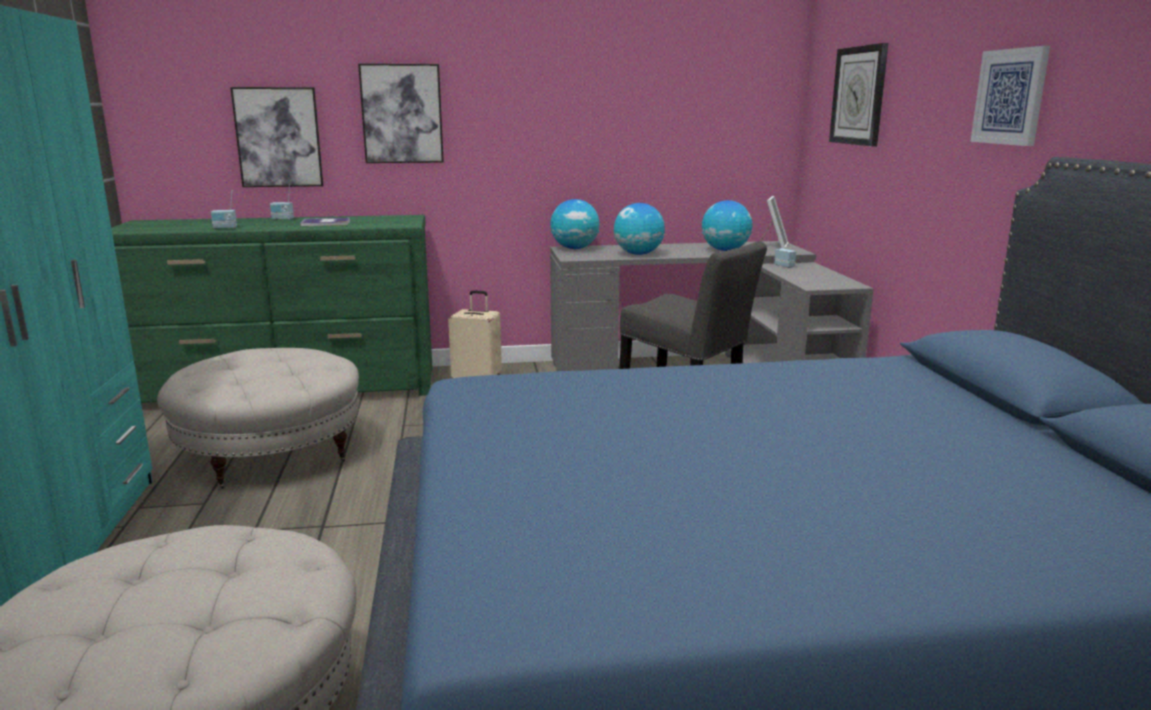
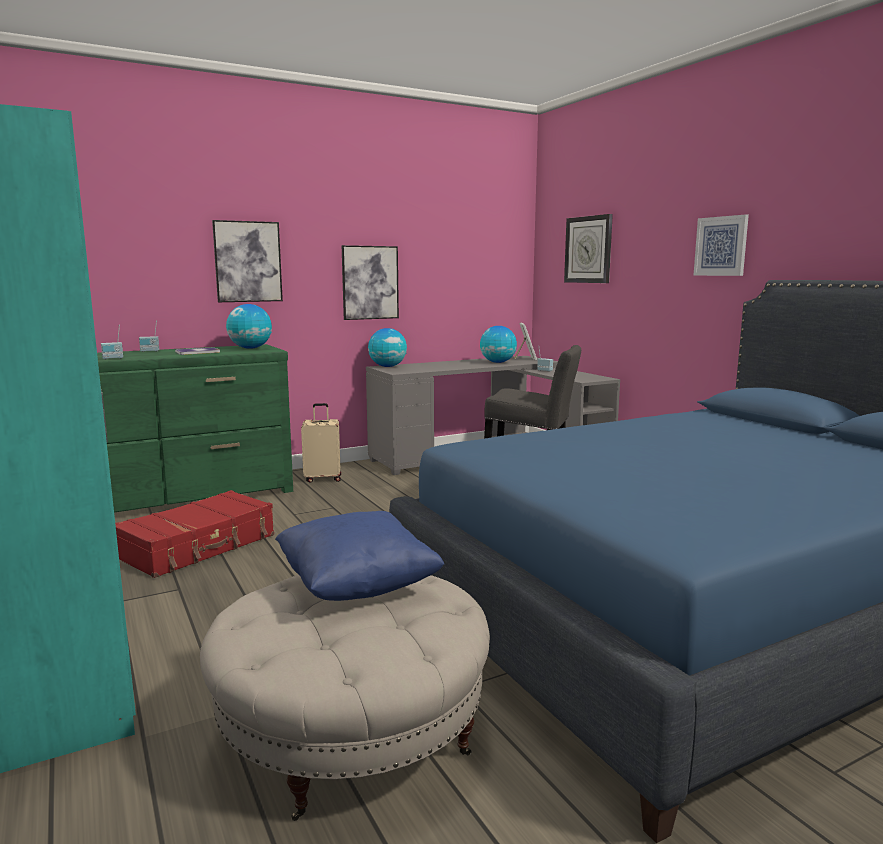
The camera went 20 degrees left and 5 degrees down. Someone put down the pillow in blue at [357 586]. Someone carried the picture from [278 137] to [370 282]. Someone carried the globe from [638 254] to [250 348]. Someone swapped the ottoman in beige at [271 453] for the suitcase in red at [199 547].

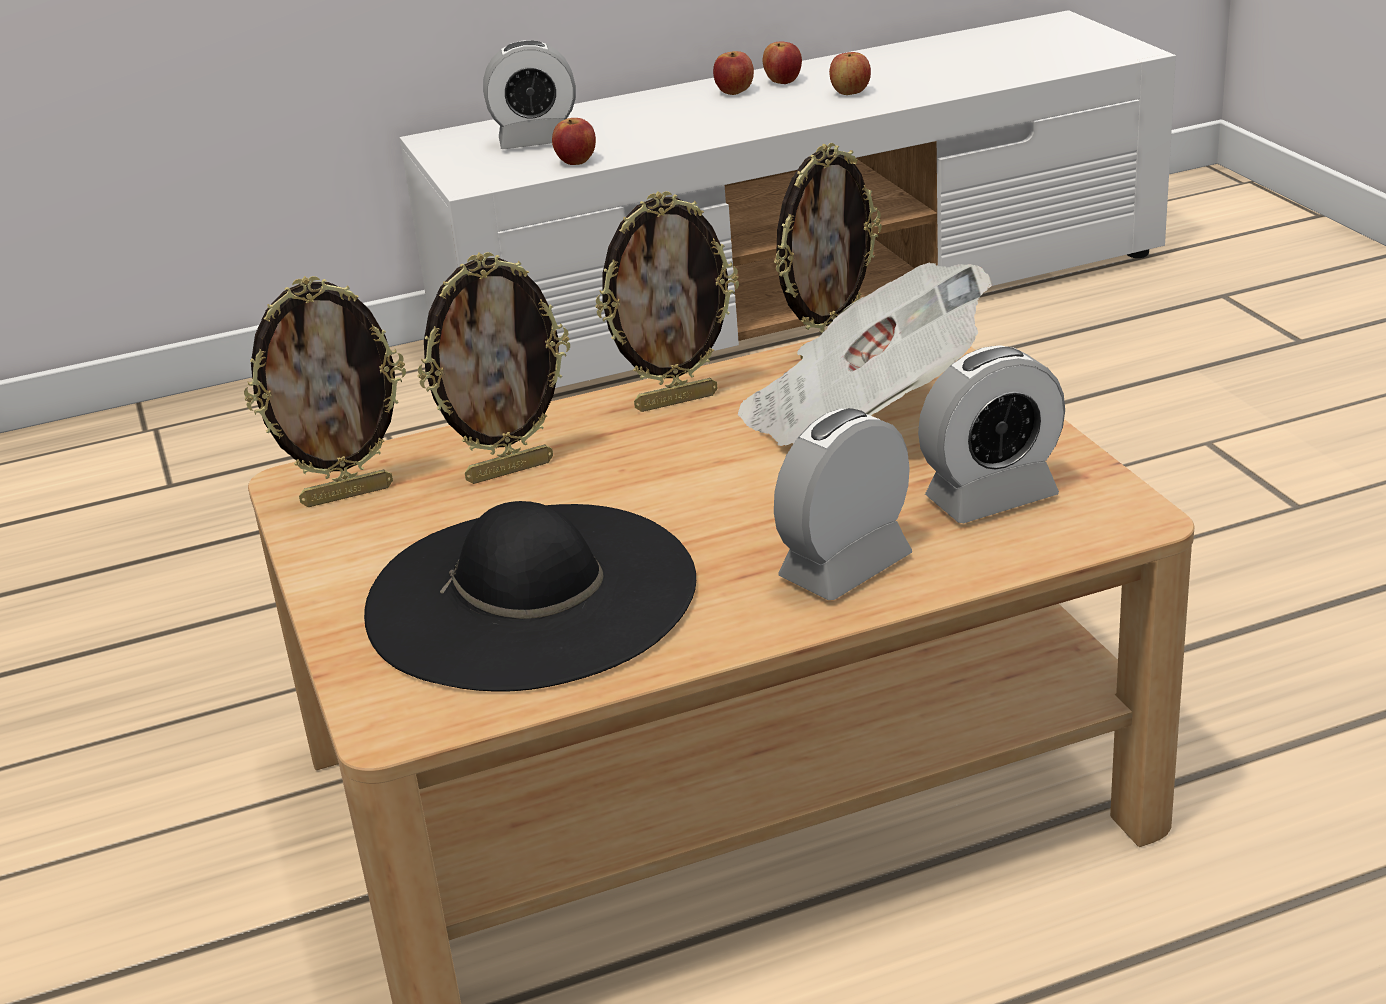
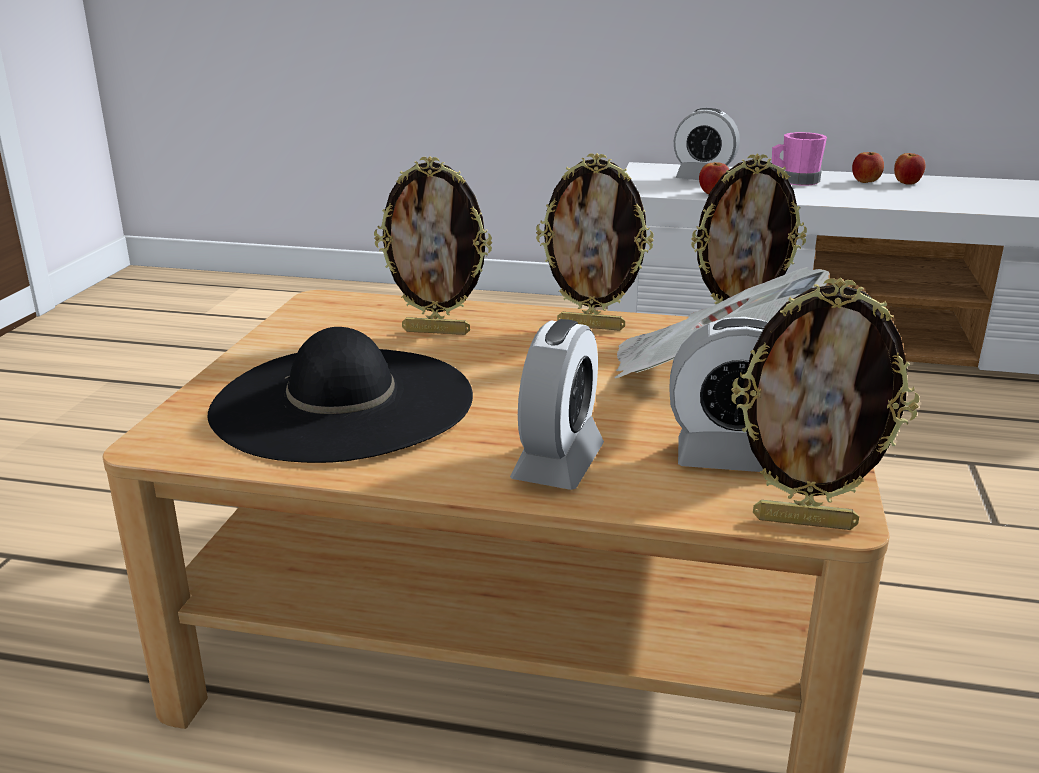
The camera went 30 degrees right and 5 degrees down. Someone took away the apple at [850 93]. Someone put down the mug in pink at [794 181]. Someone carried the picture frame from [347 494] to [804 521]. Someone rotated the alarm clock at [845 567] by 120 degrees clockwise.

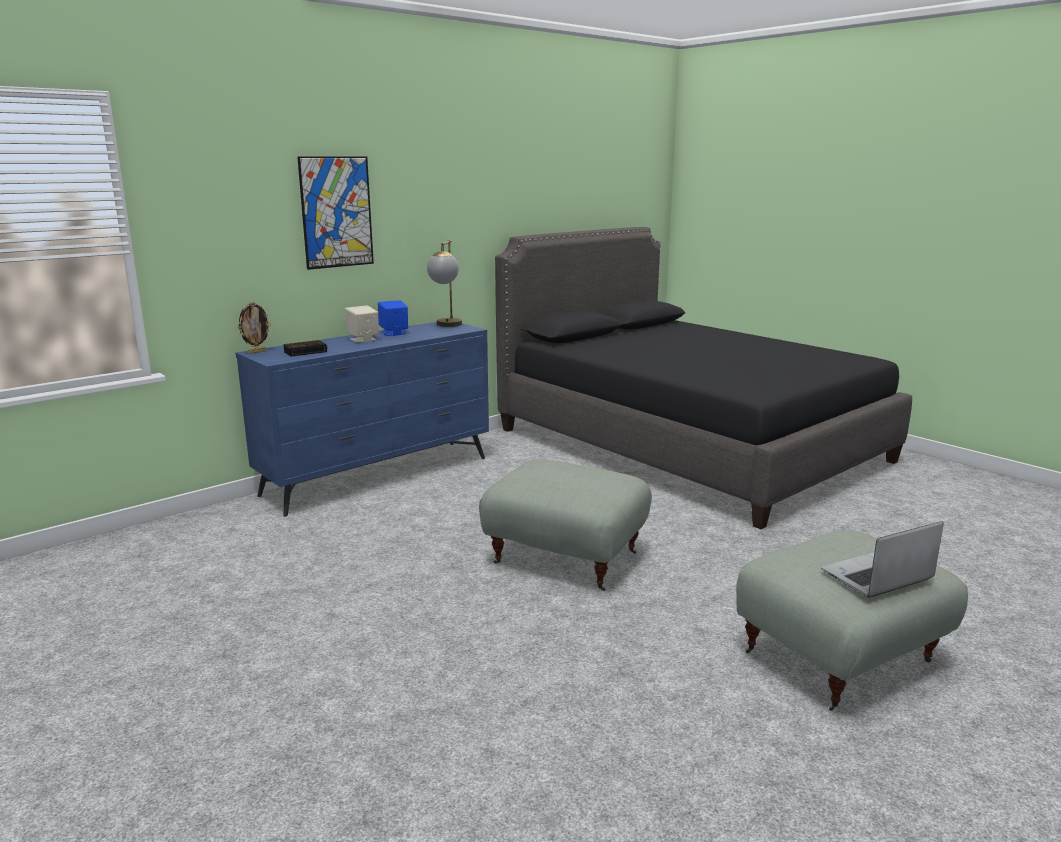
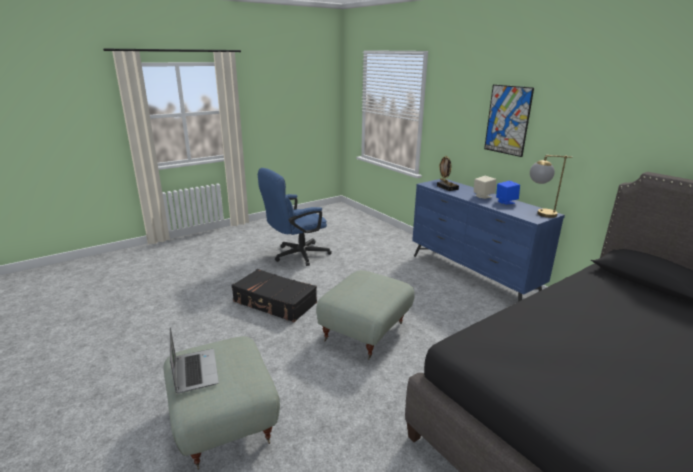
The camera went 95 degrees right and 5 degrees up. Someone put down the suitcase in black at [274 303]. Someone put down the office chair in blue at [296 255].

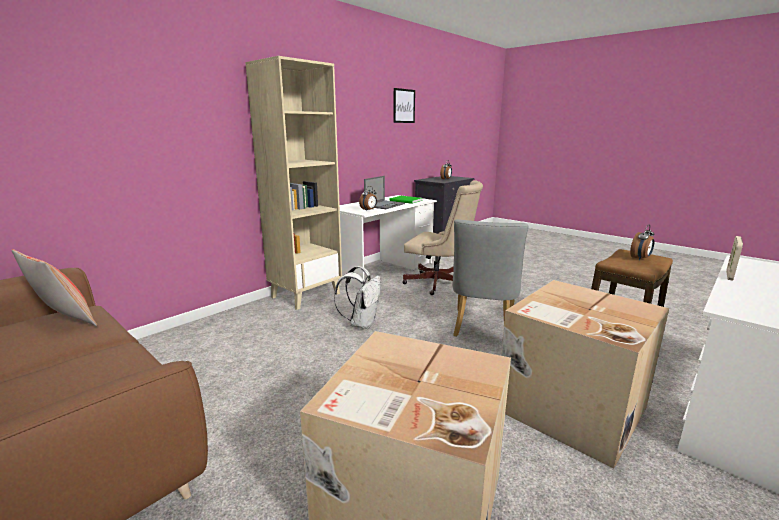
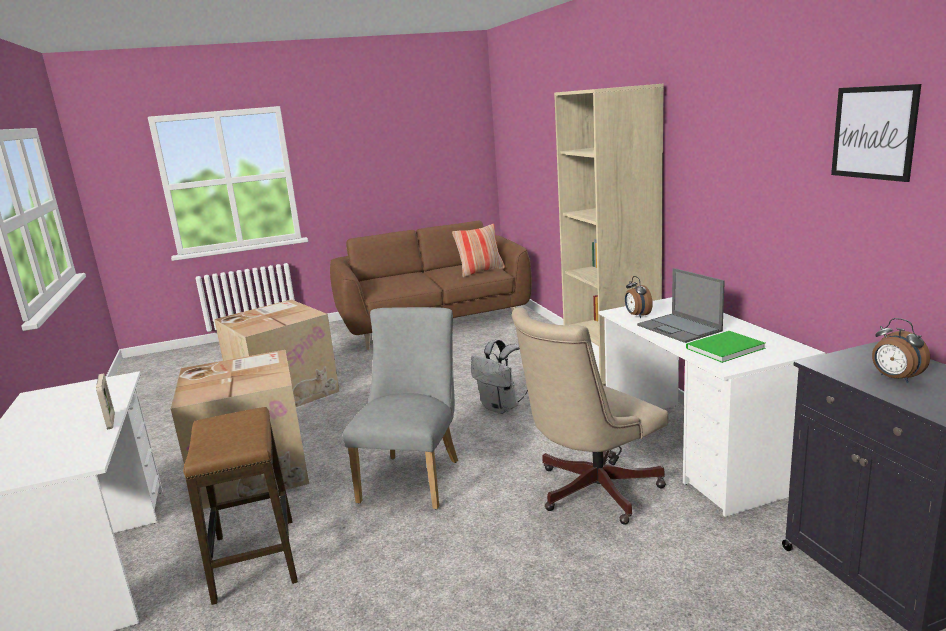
The camera went 120 degrees right and 0 degrees up. Someone took away the alarm clock at [640 258]. Someone rotated the chair in grey at [482 328] by 60 degrees clockwise.

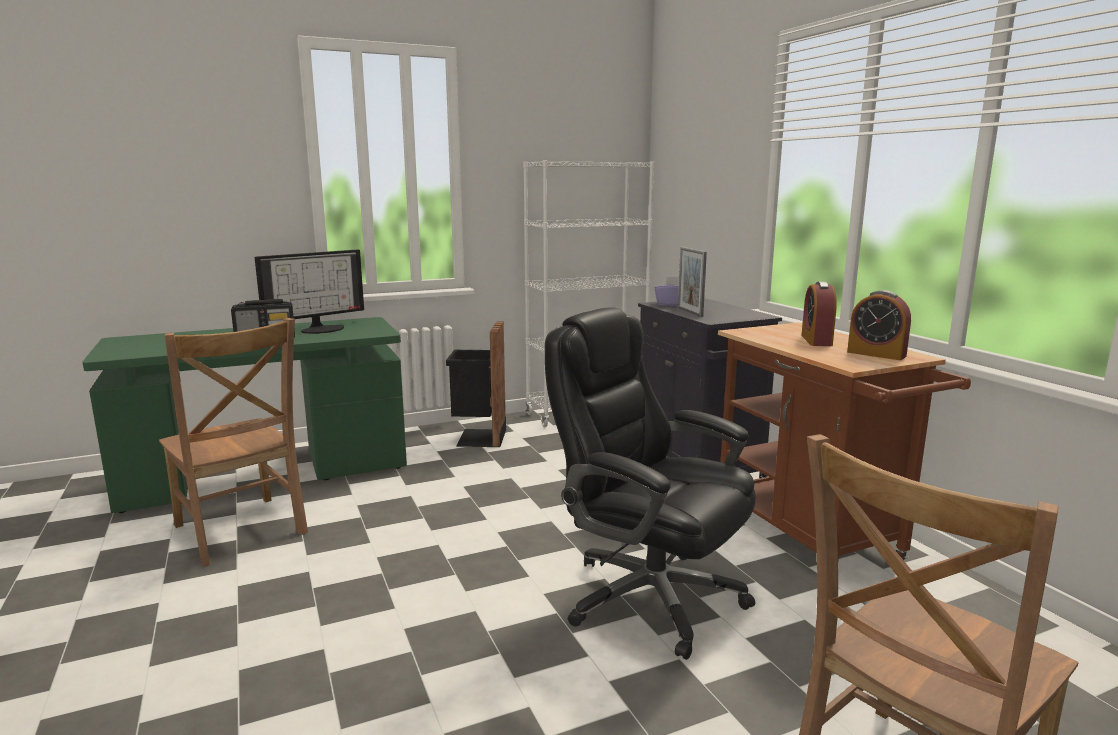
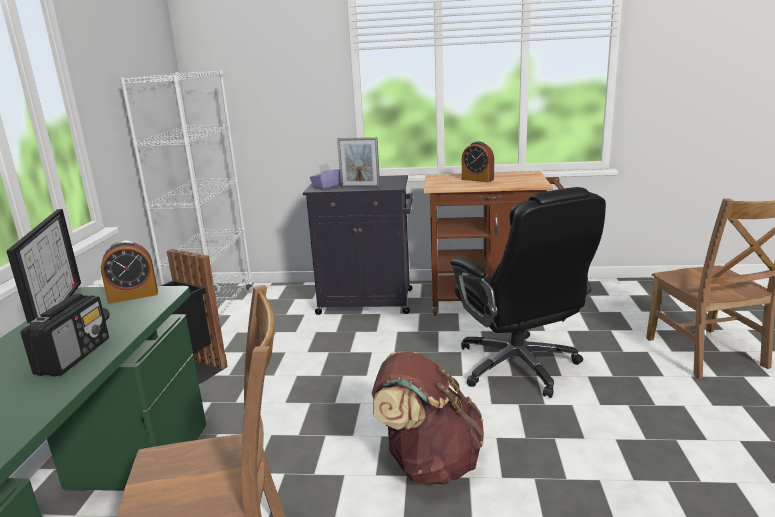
The camera went 60 degrees left and 5 degrees up. Someone put down the backpack in brown at [428 462]. Someone carried the alarm clock from [876 354] to [133 295]. Someone rotated the office chair in black at [649 596] by 90 degrees counterclockwise.

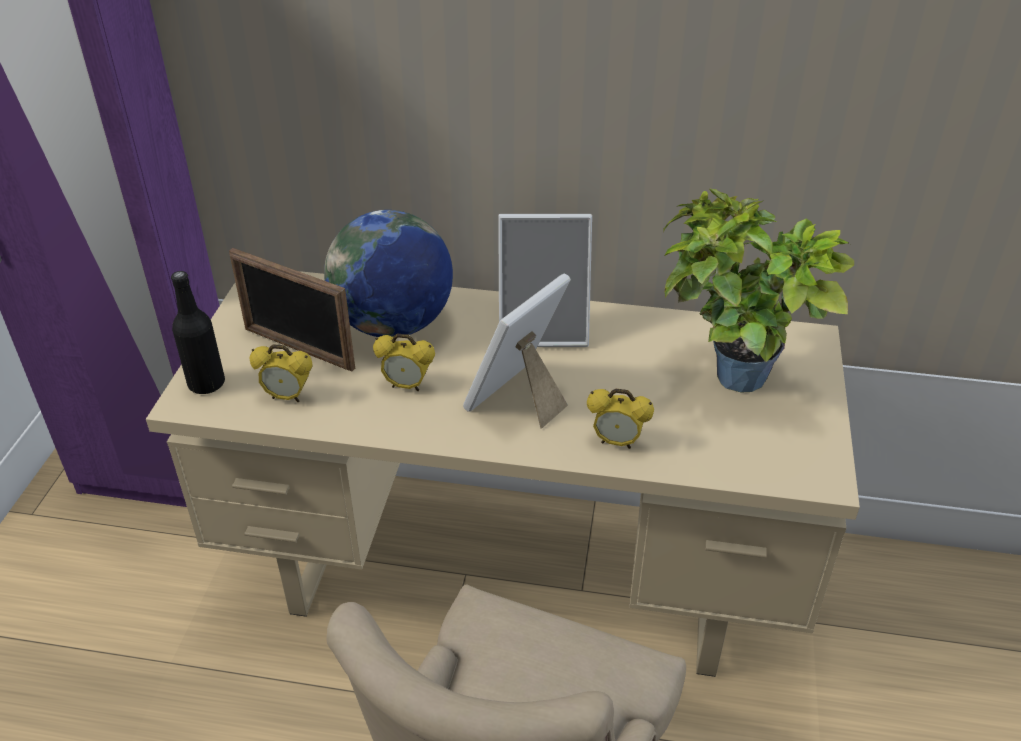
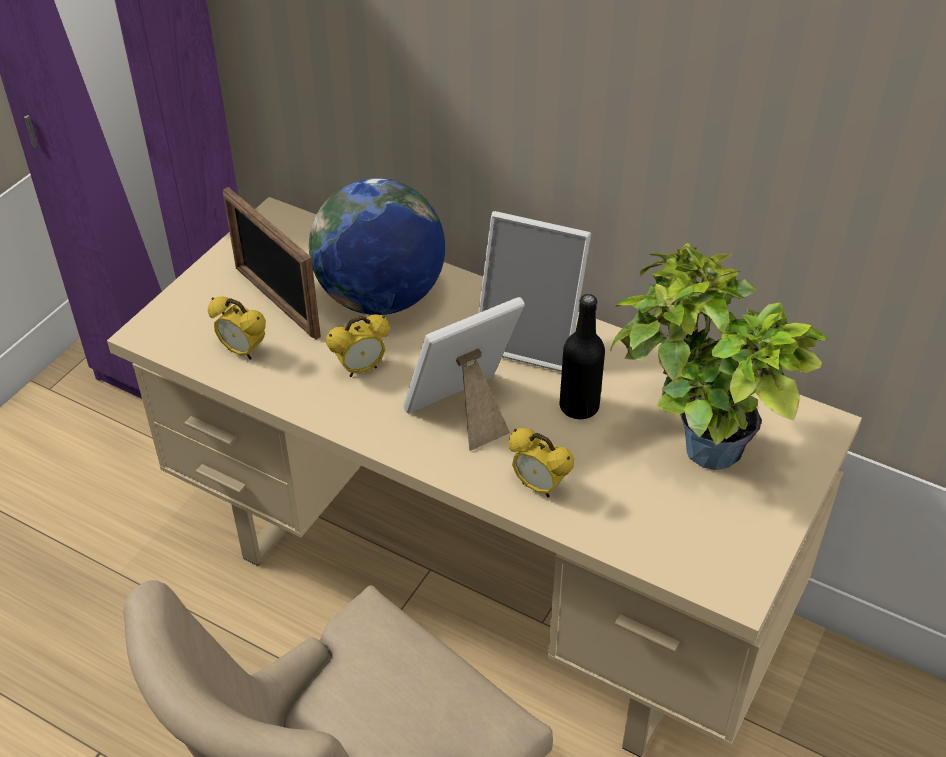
The camera went 20 degrees right and 5 degrees up. Someone carried the bottle in black from [206 384] to [579 407]. Someone rotated the alarm clock at [407 386] by 60 degrees counterclockwise.

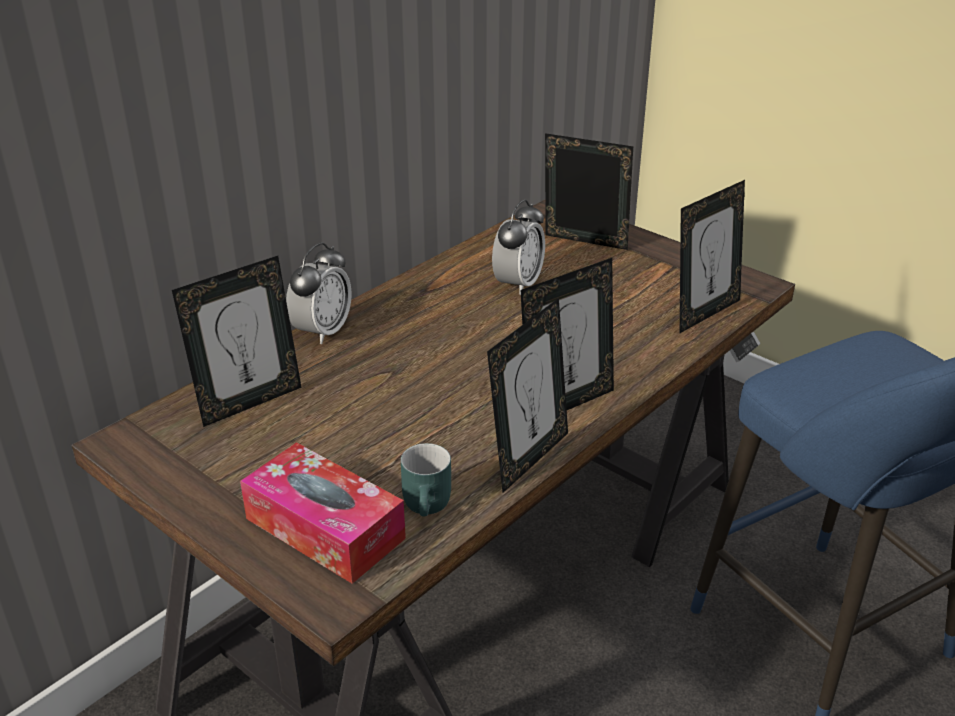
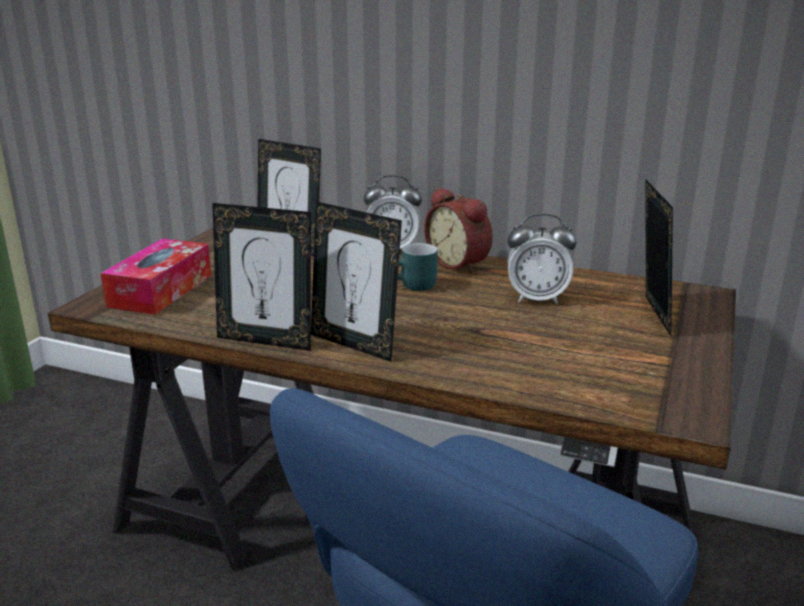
The camera went 70 degrees right and 10 degrees down. Someone took away the picture frame at [704 313]. Someone put down the alarm clock at [460 263]. Someone carried the mug in turquoise from [430 506] to [414 287].

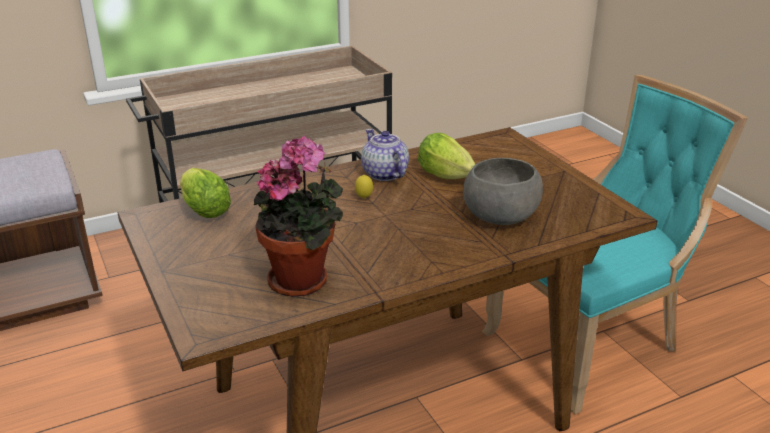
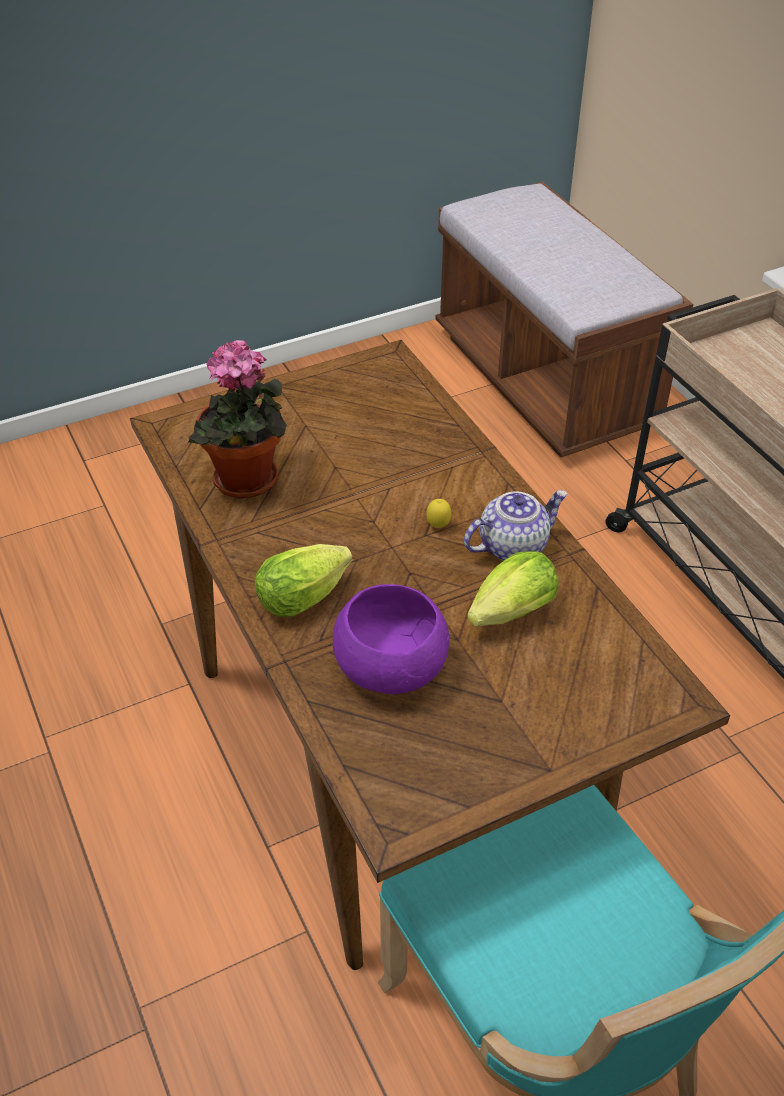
The camera went 90 degrees right and 15 degrees up. Someone carried the lettuce from [203 209] to [307 595]. Someone repainted the bowl in grey at [500 215], which became the bowl in purple at [392 666].

